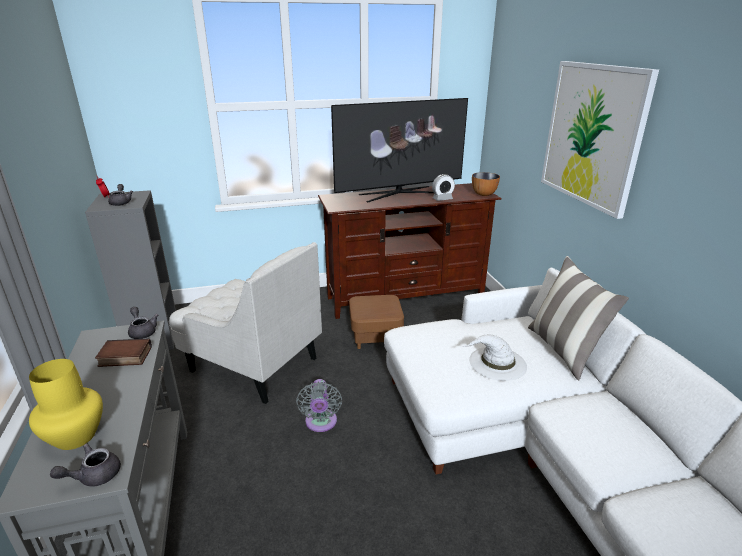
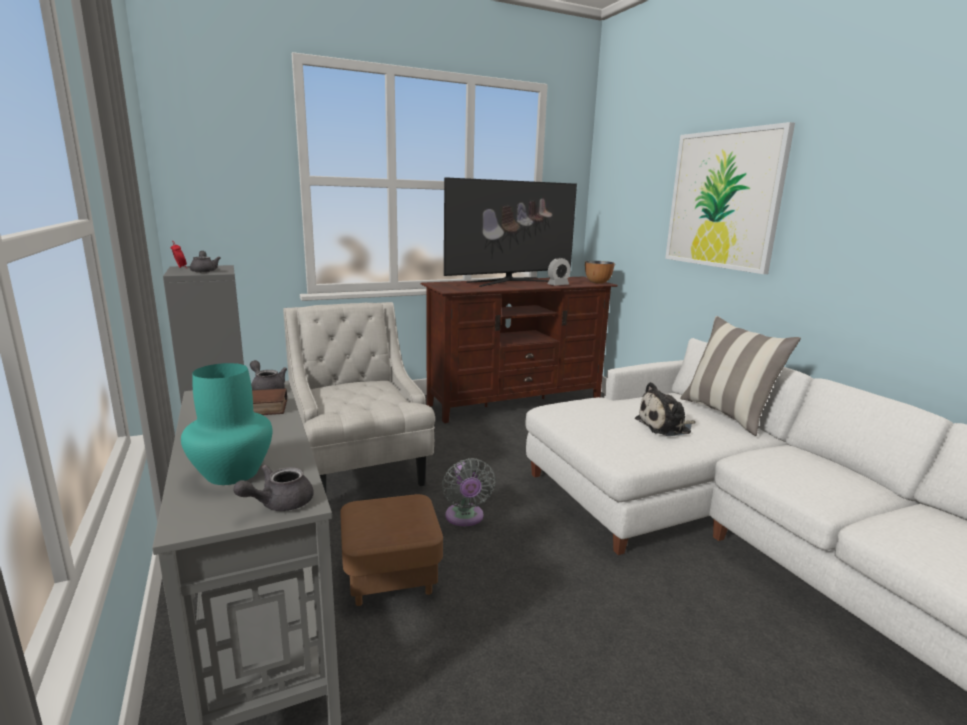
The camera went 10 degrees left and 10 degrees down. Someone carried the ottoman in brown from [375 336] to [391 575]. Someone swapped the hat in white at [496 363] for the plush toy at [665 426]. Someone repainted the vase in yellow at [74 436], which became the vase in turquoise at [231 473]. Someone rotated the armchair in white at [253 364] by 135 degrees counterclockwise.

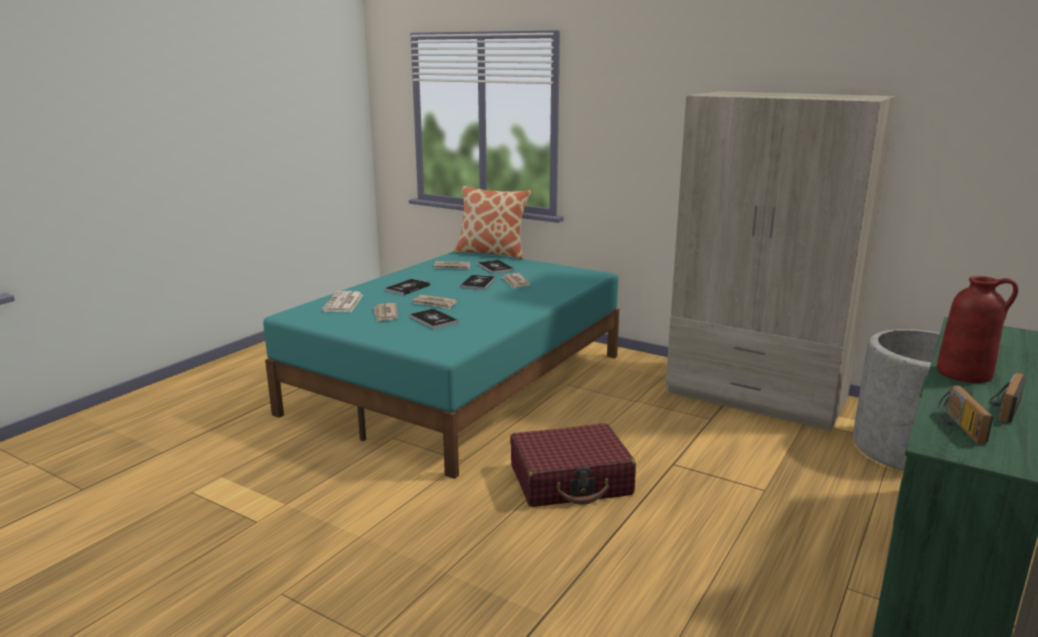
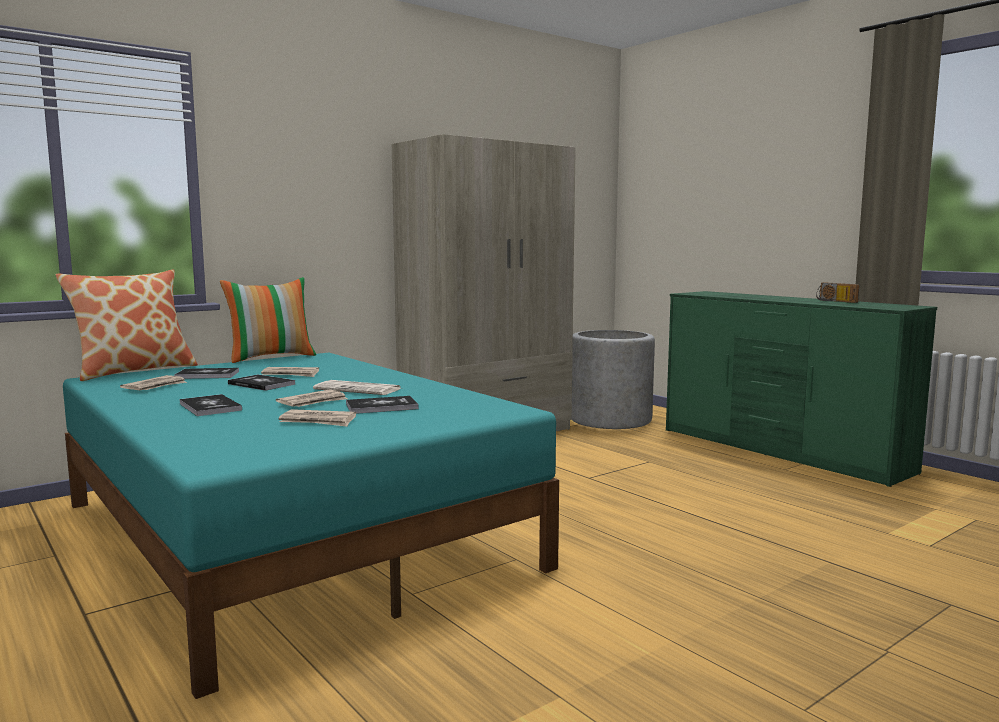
The camera went 70 degrees left and 10 degrees down. Someone took away the suitcase in red at [571 480]. Someone took away the vase in red at [965 373]. Someone took away the radio at [957 426]. Someone put down the pillow at [271 357]. Someone carried the newspaper from [343 303] to [359 389].

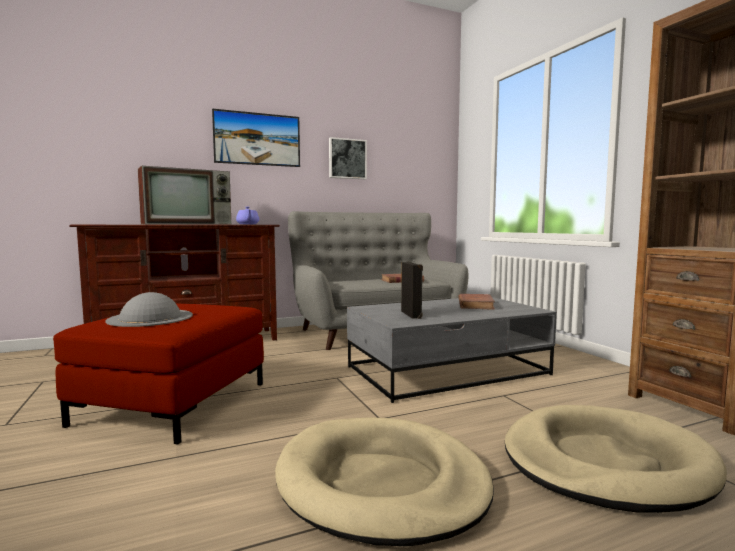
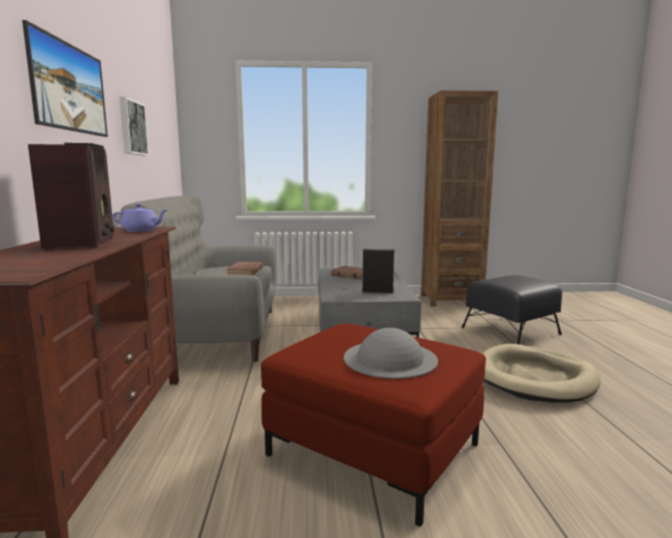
The camera went 70 degrees left and 5 degrees up. Someone swapped the television at [188 224] for the radio at [83 243]. Someone swapped the dog bed in beige at [605 462] for the ottoman in black at [509 331].

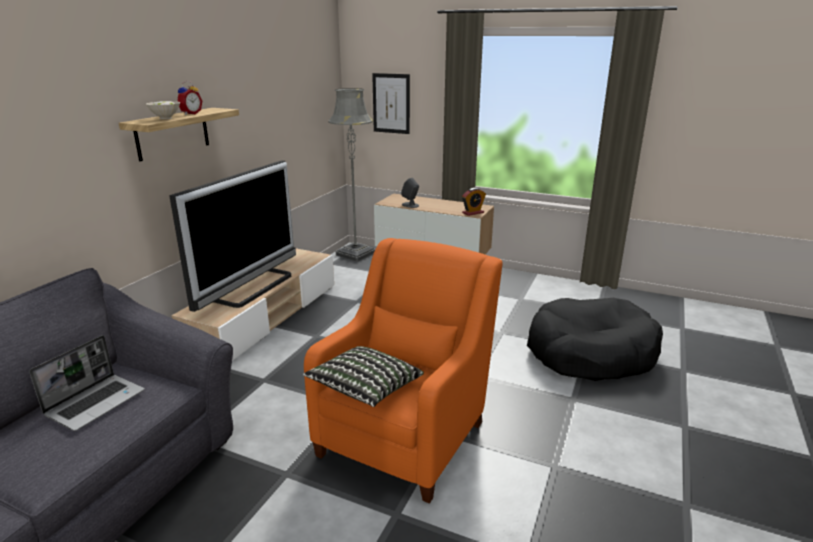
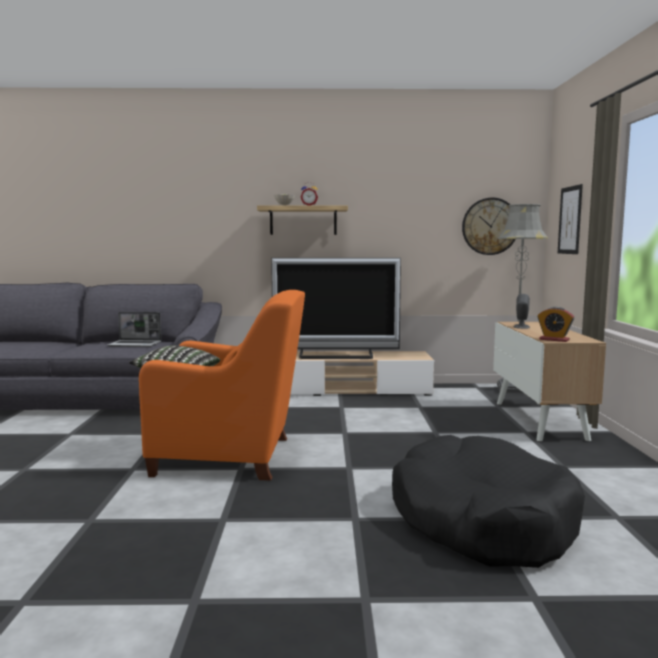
The camera went 65 degrees right and 15 degrees down. Someone put up the wall clock at [490 226].

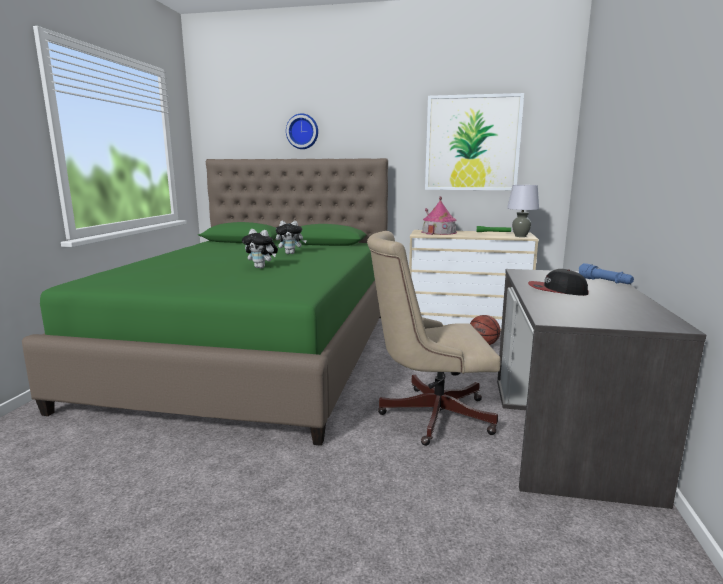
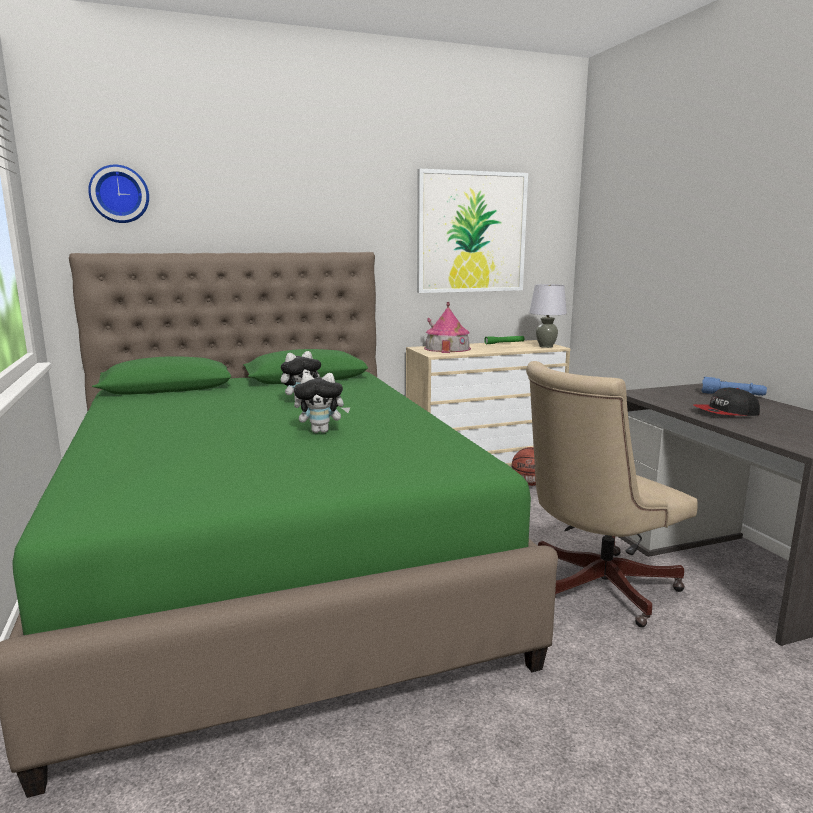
The camera went 30 degrees left and 0 degrees up. Someone carried the wall clock from [302 131] to [119 194].

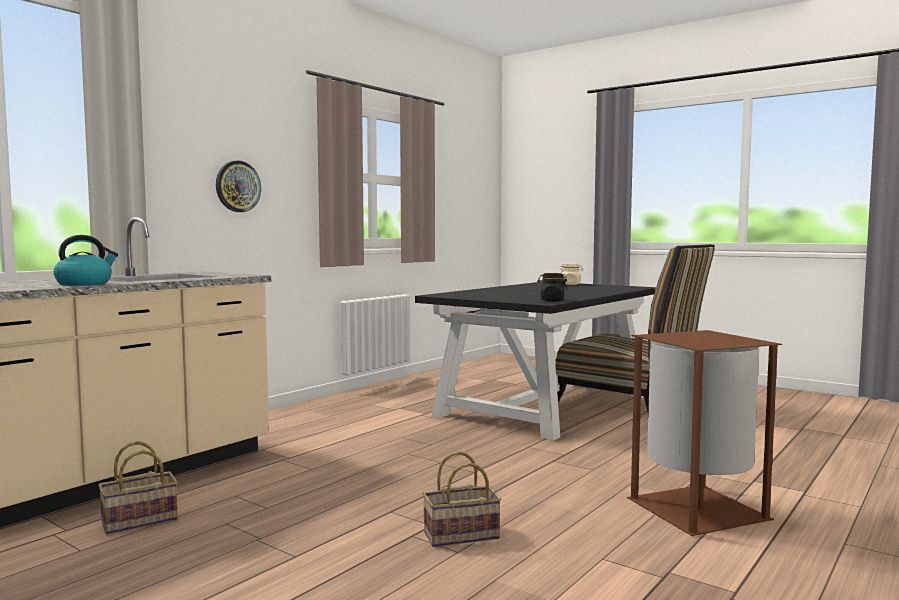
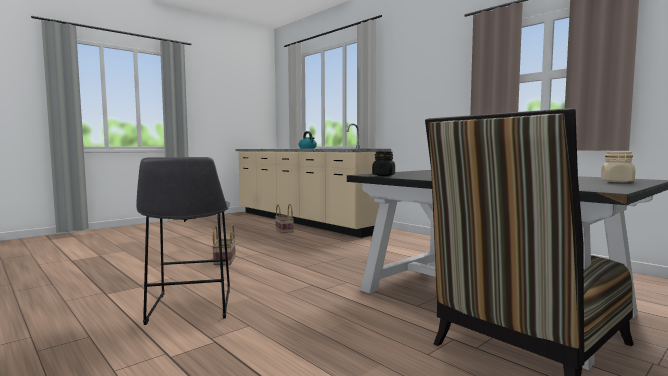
The camera went 100 degrees right and 0 degrees up. Someone took away the wall clock at [237 186]. Someone swapped the trash can in brown at [700 510] for the stool in grey at [189 308].

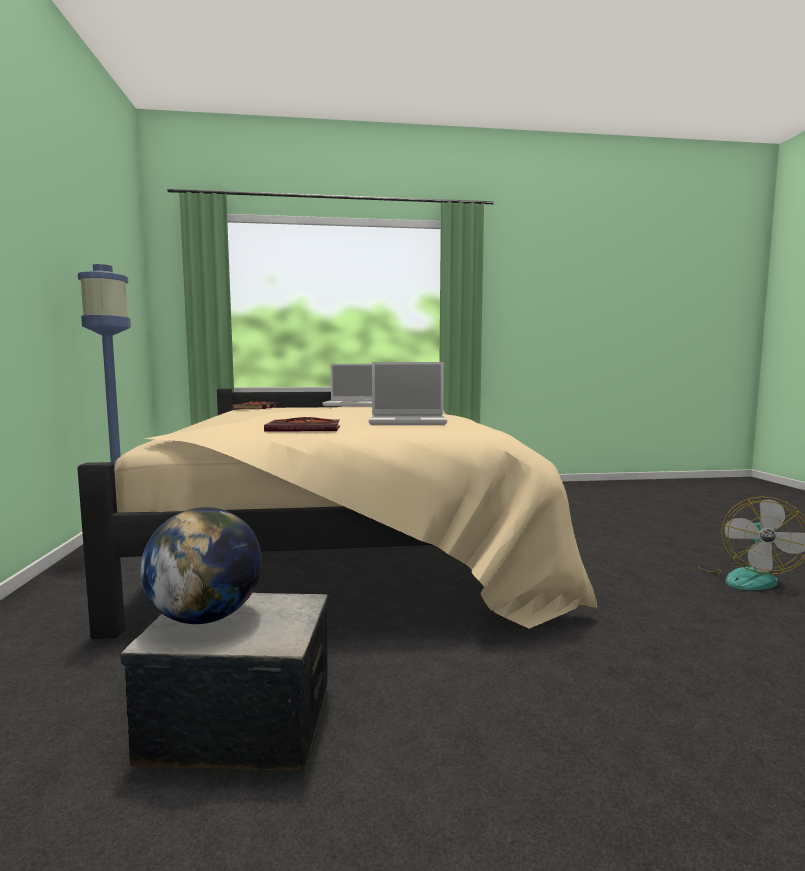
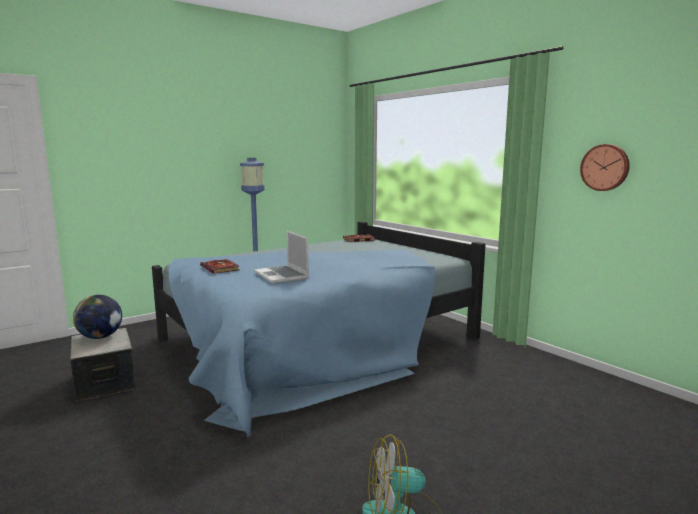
The camera went 60 degrees right and 5 degrees up. Someone took away the laptop at [353 405]. Someone put up the wall clock at [605 167]. Someone repainted the bed in beige at [341 539], which became the bed in blue at [317 343].

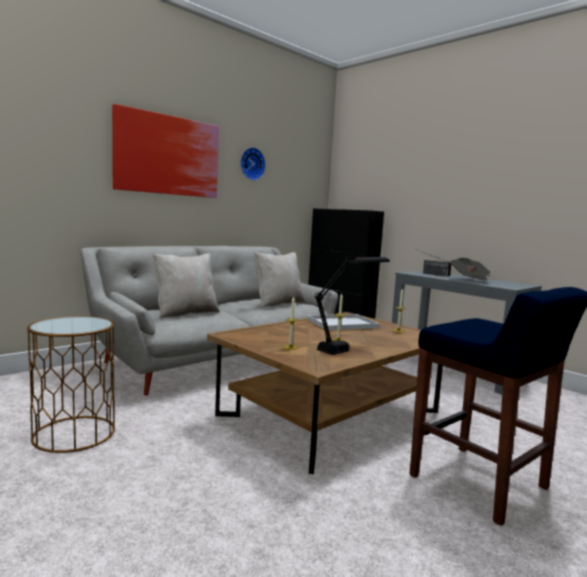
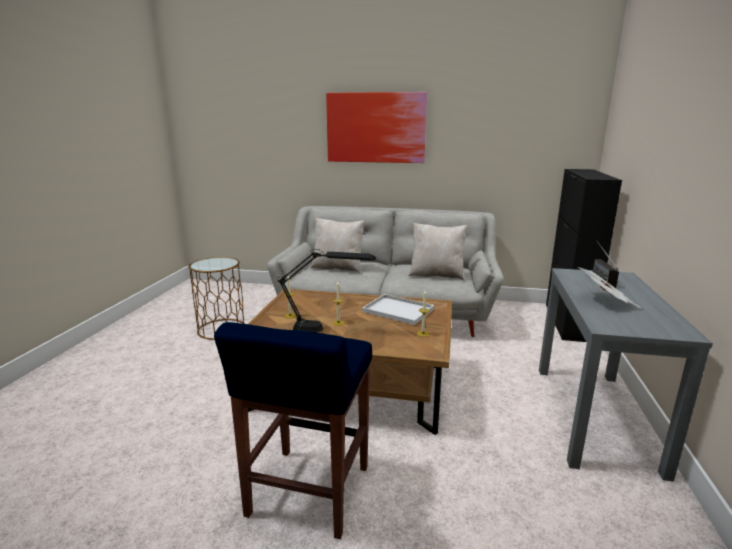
The camera went 55 degrees right and 10 degrees up. Someone took away the wall clock at [251 164].

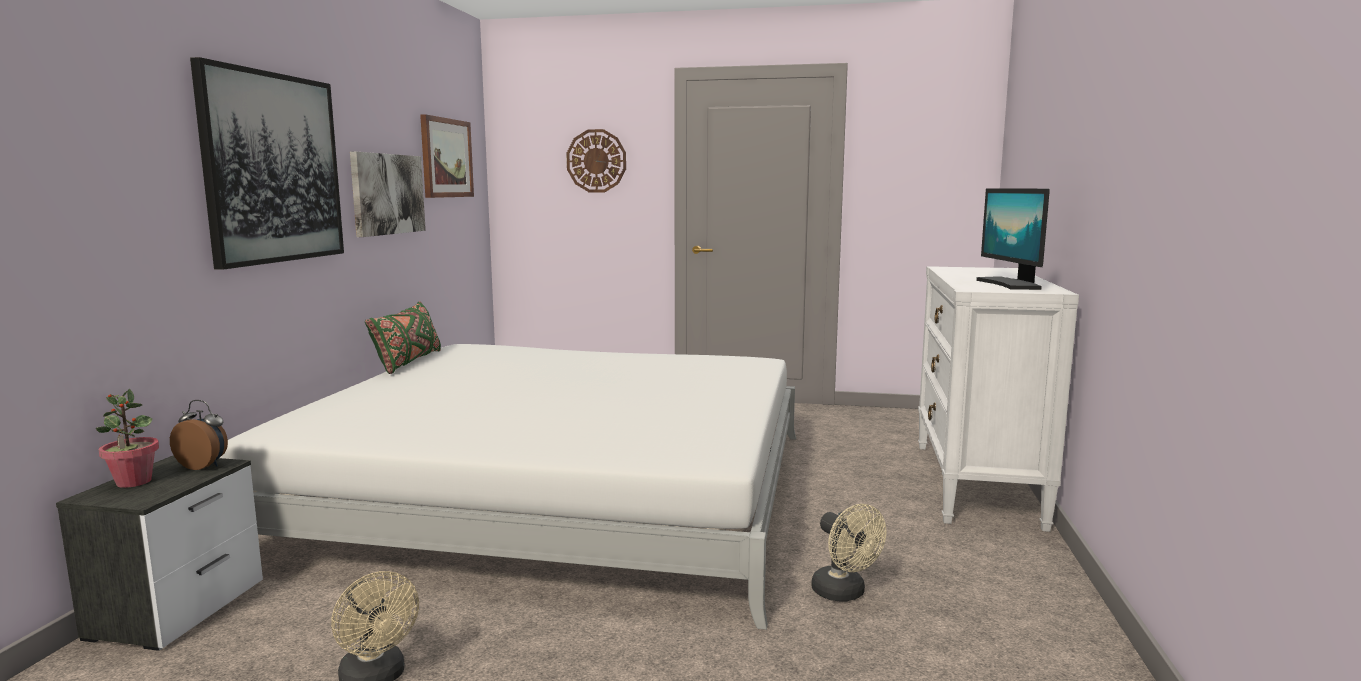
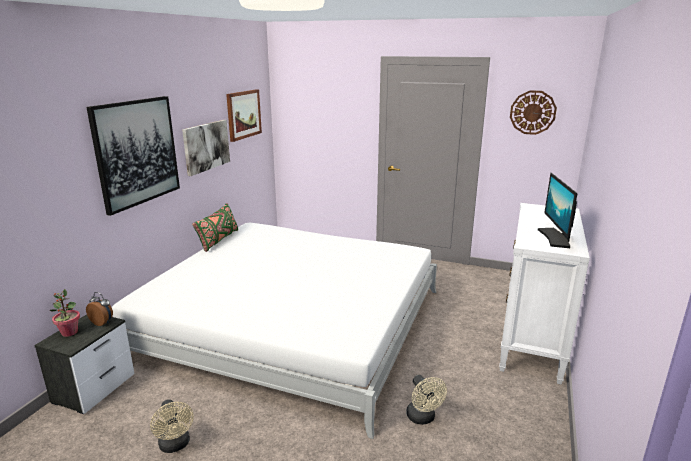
The camera went 10 degrees right and 10 degrees up. Someone carried the wall clock from [596 161] to [532 112].

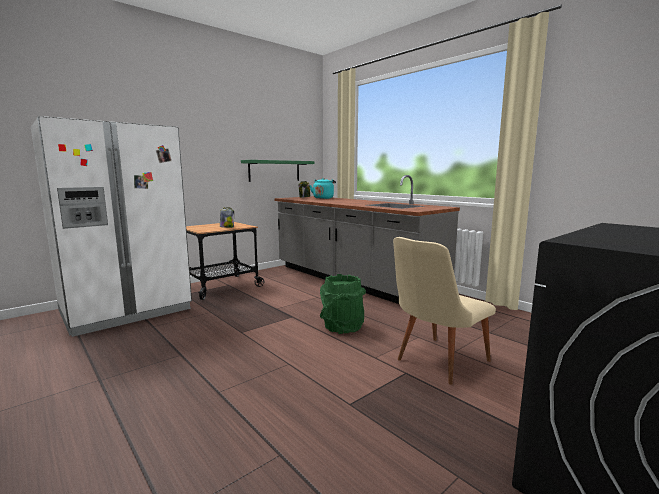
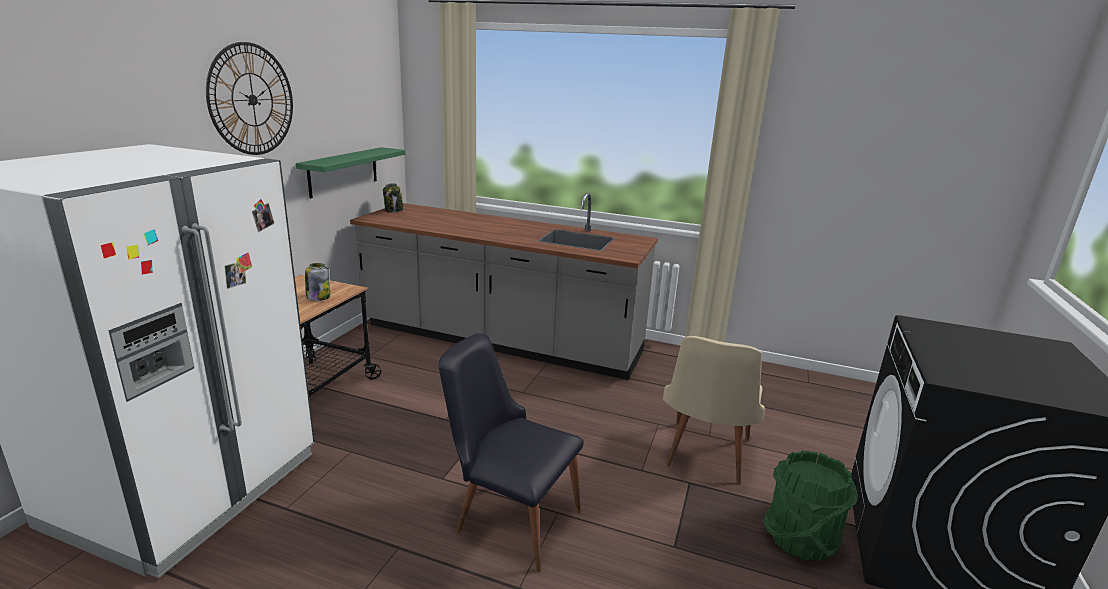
The camera went 30 degrees left and 10 degrees up. Someone took away the kettle in turquoise at [323 198]. Someone put up the wall clock at [252 100]. Someone put down the chair in black at [509 516]. Someone carried the bucket in green from [342 326] to [800 538].

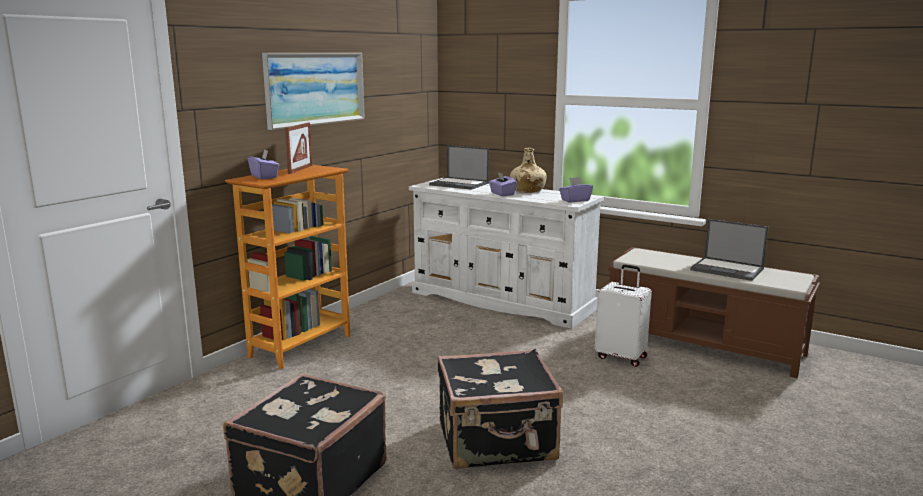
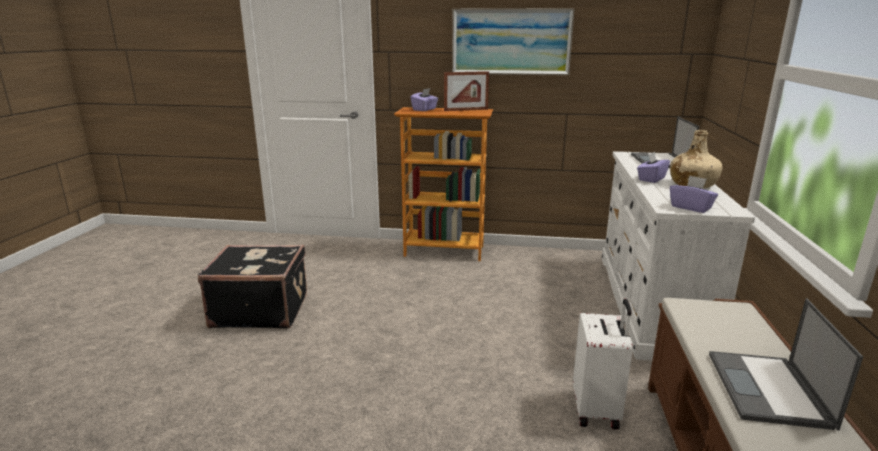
The camera went 65 degrees right and 5 degrees up. Someone took away the suitcase in black at [497 442].

